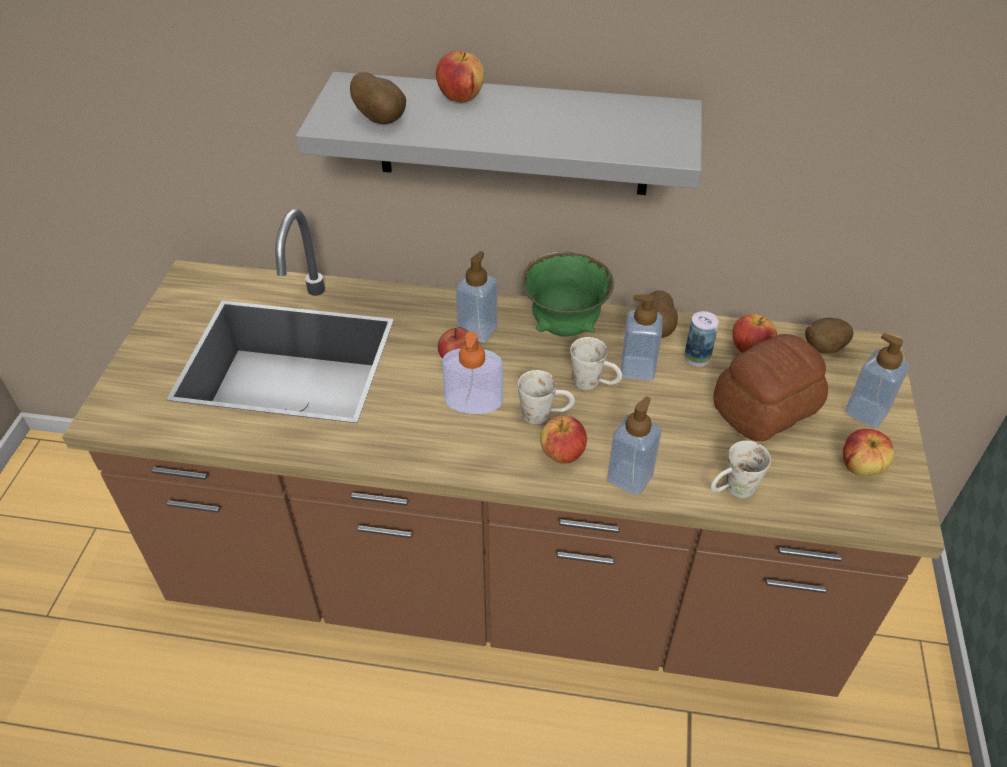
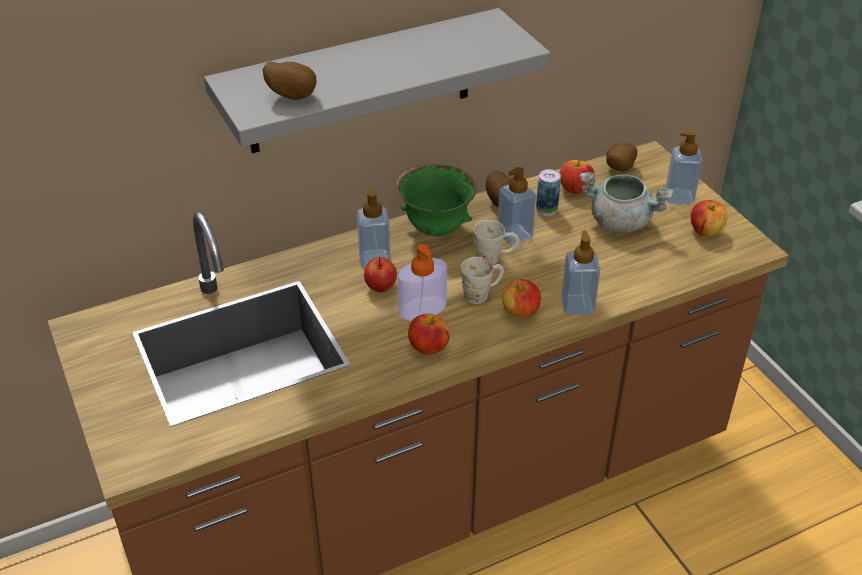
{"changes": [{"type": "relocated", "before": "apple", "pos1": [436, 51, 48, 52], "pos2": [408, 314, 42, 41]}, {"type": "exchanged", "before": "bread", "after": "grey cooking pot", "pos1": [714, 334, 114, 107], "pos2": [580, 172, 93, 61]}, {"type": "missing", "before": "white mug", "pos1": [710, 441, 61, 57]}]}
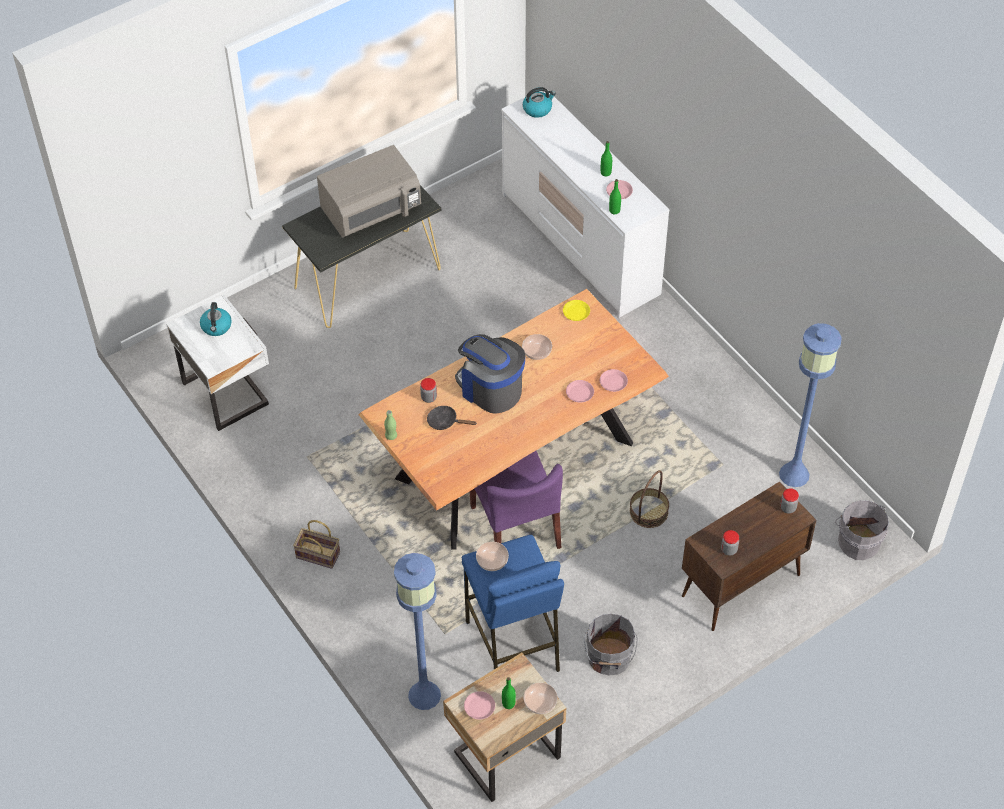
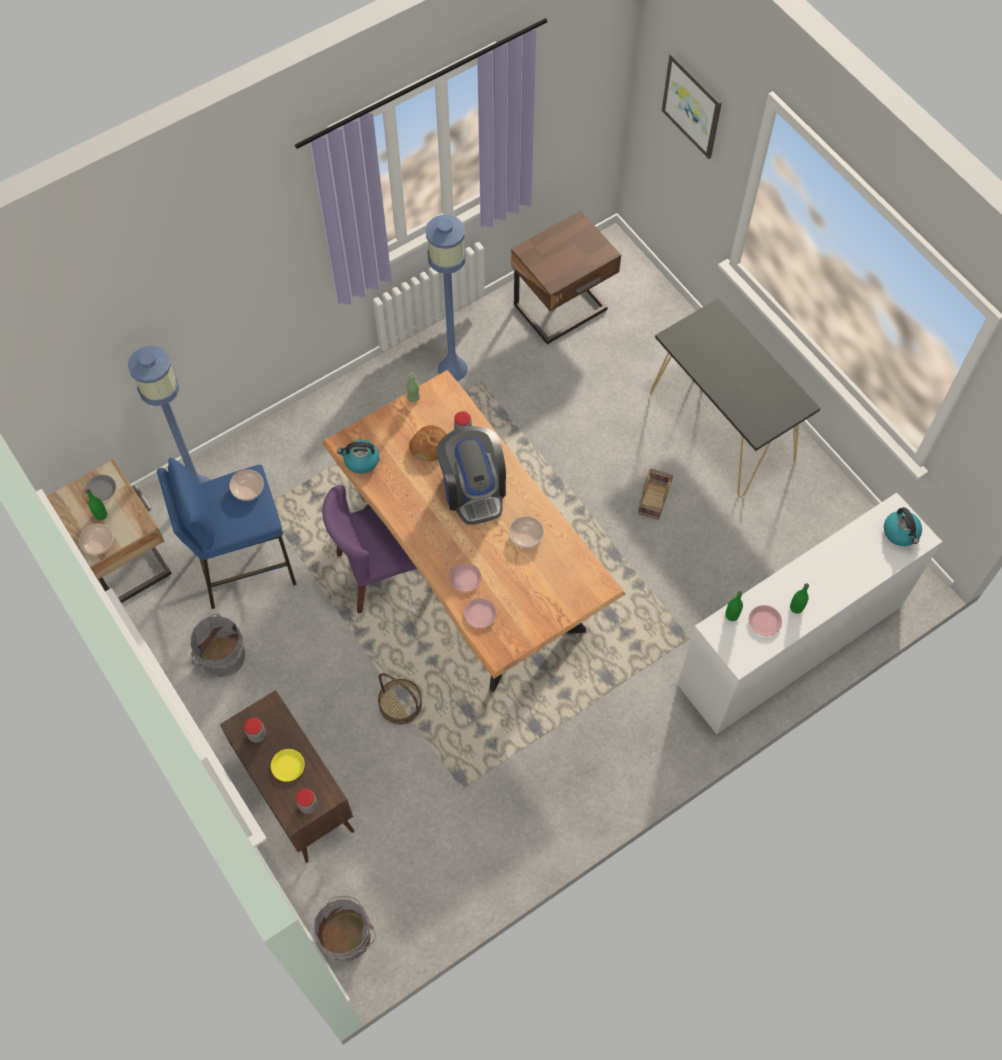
{"changes": [{"type": "missing", "before": "grey microwave", "pos1": [317, 145, 104, 93]}, {"type": "colour", "before": "white nightstand", "after": "brown nightstand", "pos1": [166, 295, 103, 136], "pos2": [511, 210, 110, 134]}, {"type": "relocated", "before": "yellow plate", "pos1": [563, 300, 27, 21], "pos2": [271, 749, 34, 33]}, {"type": "relocated", "before": "kettle", "pos1": [200, 302, 32, 34], "pos2": [337, 440, 43, 34]}, {"type": "relocated", "before": "blue floor lamp", "pos1": [779, 323, 63, 164], "pos2": [425, 215, 43, 166]}, {"type": "spun", "before": "coffee machine", "pos1": [455, 334, 70, 80], "pos2": [437, 426, 69, 99], "turn": 120}, {"type": "exchanged", "before": "black frying pan", "after": "bread", "pos1": [427, 406, 49, 24], "pos2": [409, 425, 38, 36]}, {"type": "relocated", "before": "basket", "pos1": [293, 520, 47, 49], "pos2": [638, 468, 35, 52]}, {"type": "colour", "before": "pink plate", "after": "grey plate", "pos1": [464, 691, 31, 29], "pos2": [85, 475, 31, 26]}, {"type": "appeared", "after": "picture", "pos2": [662, 53, 60, 106]}]}
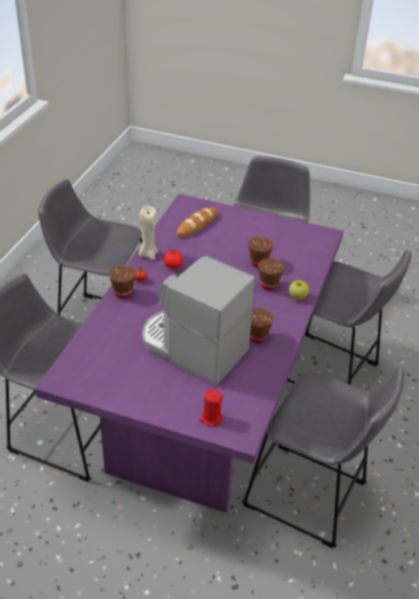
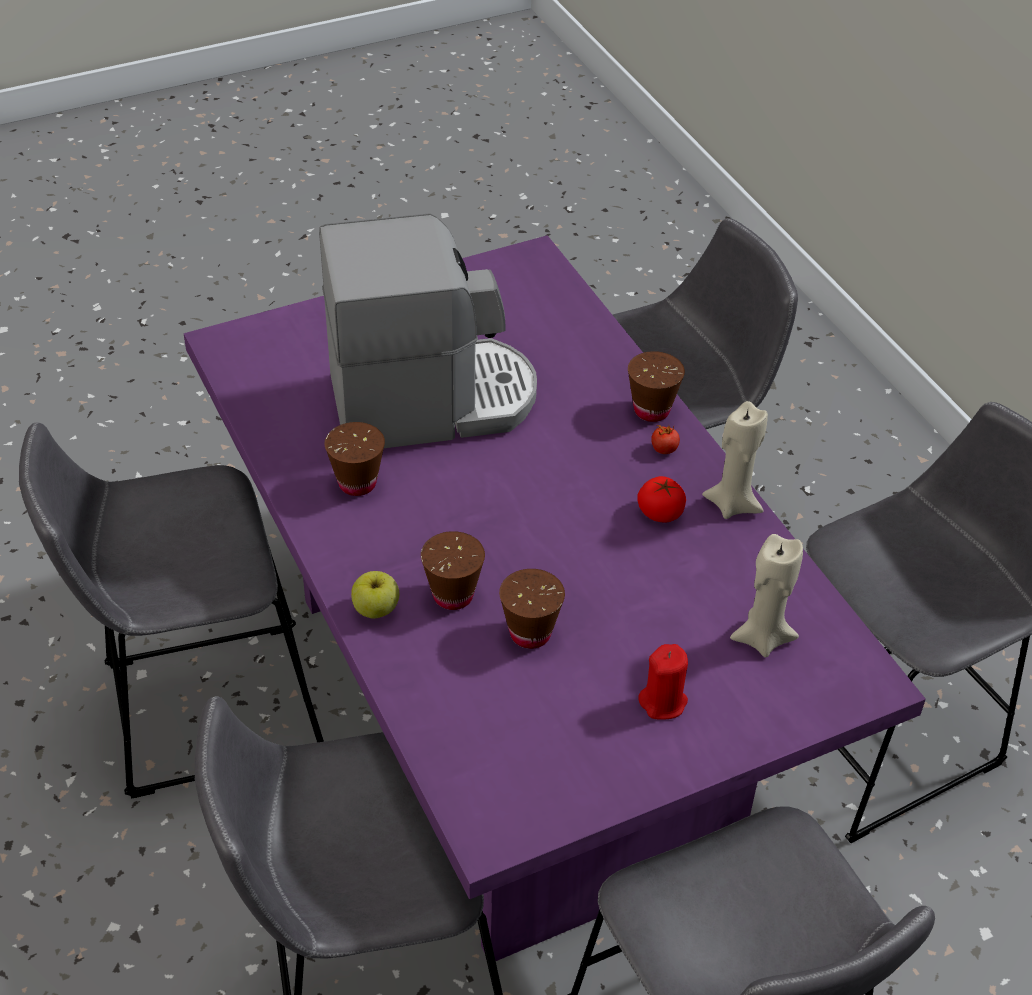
{"changes": [{"type": "exchanged", "before": "bread", "after": "beige candle", "pos1": [176, 207, 41, 30], "pos2": [730, 534, 73, 123]}, {"type": "relocated", "before": "red candle", "pos1": [200, 389, 23, 38], "pos2": [639, 644, 49, 76]}]}
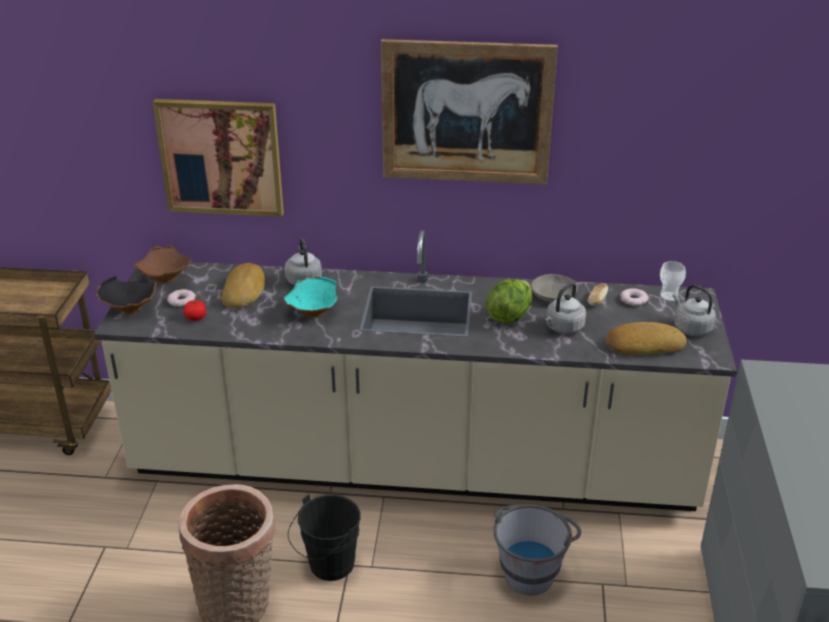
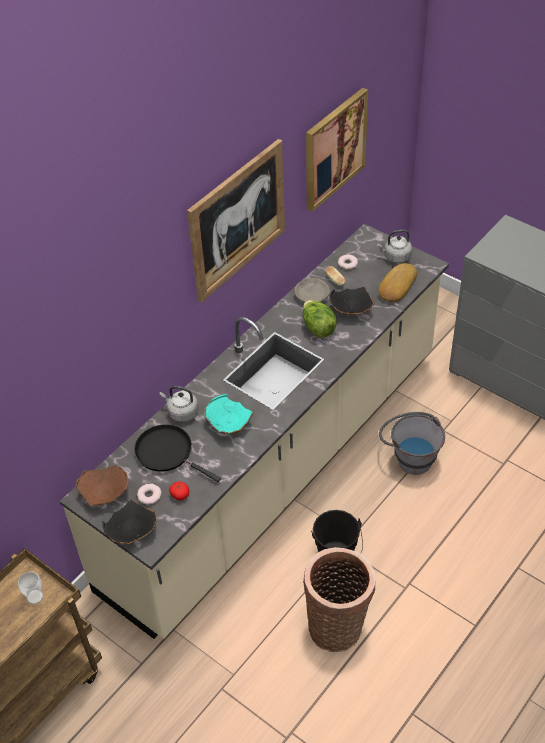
{"changes": [{"type": "relocated", "before": "picture", "pos1": [153, 99, 131, 118], "pos2": [306, 88, 62, 124]}, {"type": "relocated", "before": "cup", "pos1": [660, 261, 26, 40], "pos2": [18, 572, 25, 32]}, {"type": "exchanged", "before": "bread", "after": "black frying pan", "pos1": [221, 263, 44, 45], "pos2": [134, 424, 87, 58]}, {"type": "exchanged", "before": "grey kettle", "after": "black bowl", "pos1": [545, 282, 41, 52], "pos2": [330, 287, 45, 28]}]}
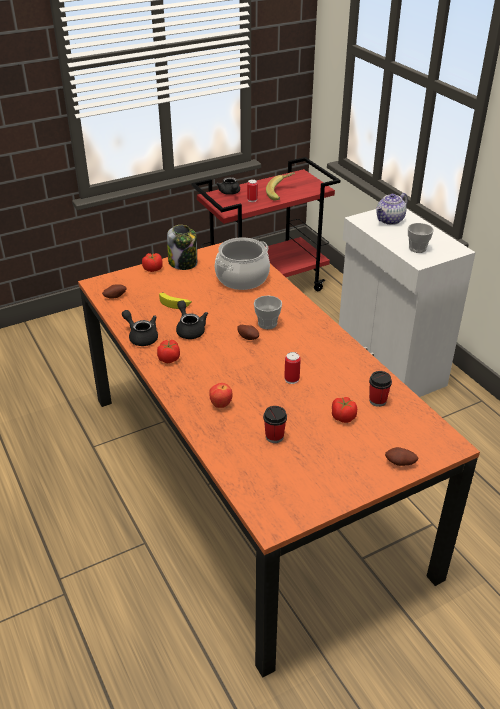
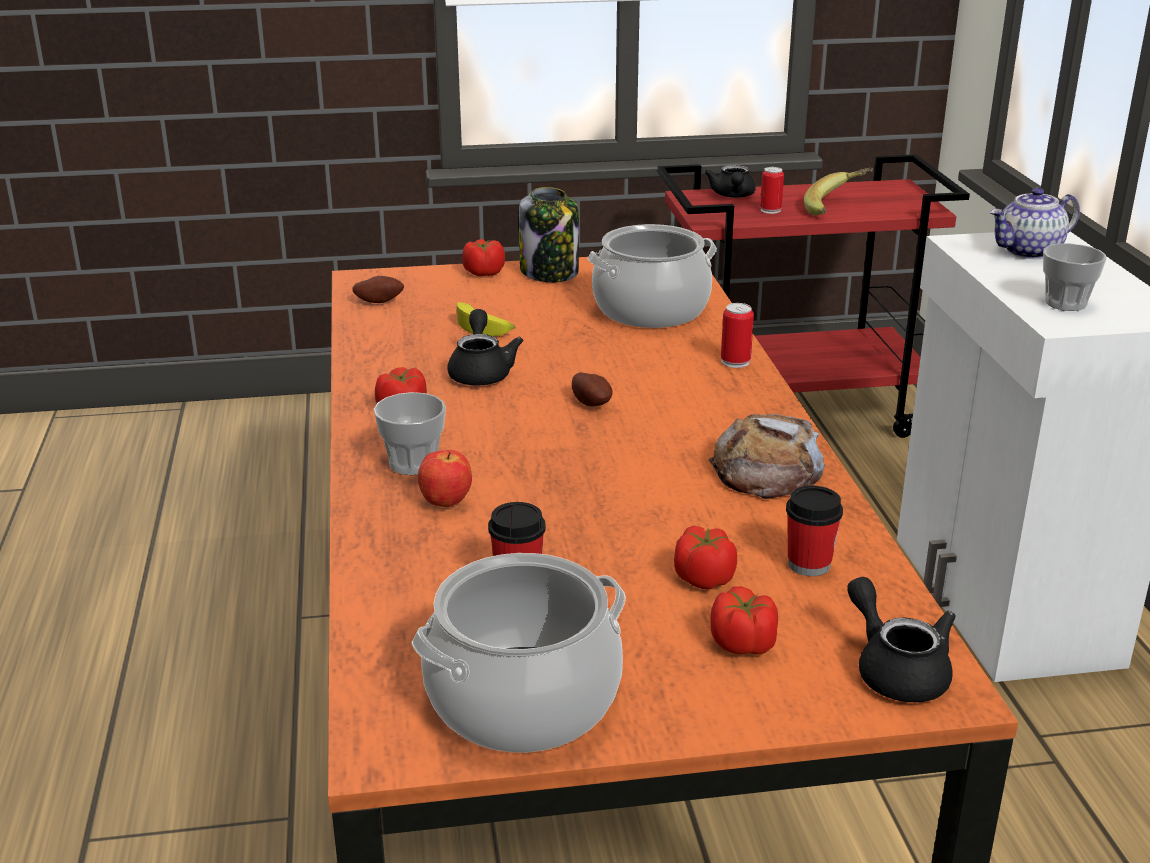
{"changes": [{"type": "relocated", "before": "cup", "pos1": [254, 295, 28, 34], "pos2": [373, 392, 73, 83]}, {"type": "relocated", "before": "black teapot", "pos1": [122, 310, 36, 36], "pos2": [848, 577, 108, 125]}, {"type": "relocated", "before": "can", "pos1": [284, 352, 17, 32], "pos2": [721, 303, 33, 65]}, {"type": "missing", "before": "potato", "pos1": [385, 447, 33, 19]}, {"type": "appeared", "after": "bread", "pos2": [708, 414, 117, 85]}, {"type": "appeared", "after": "cooking pot", "pos2": [412, 553, 214, 200]}, {"type": "appeared", "after": "tomato", "pos2": [710, 586, 68, 69]}]}
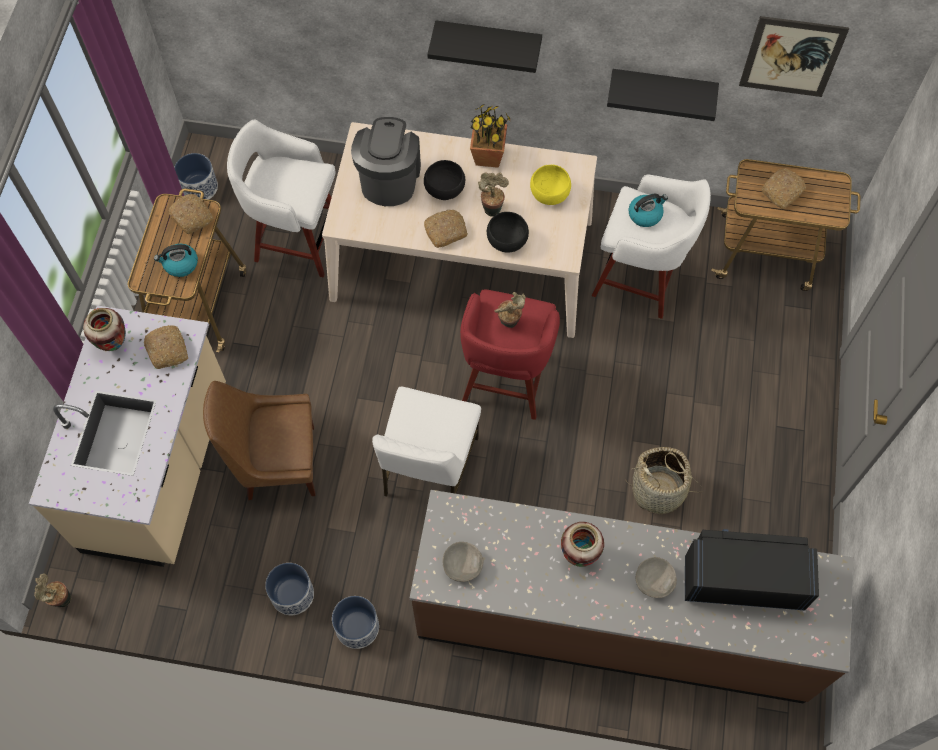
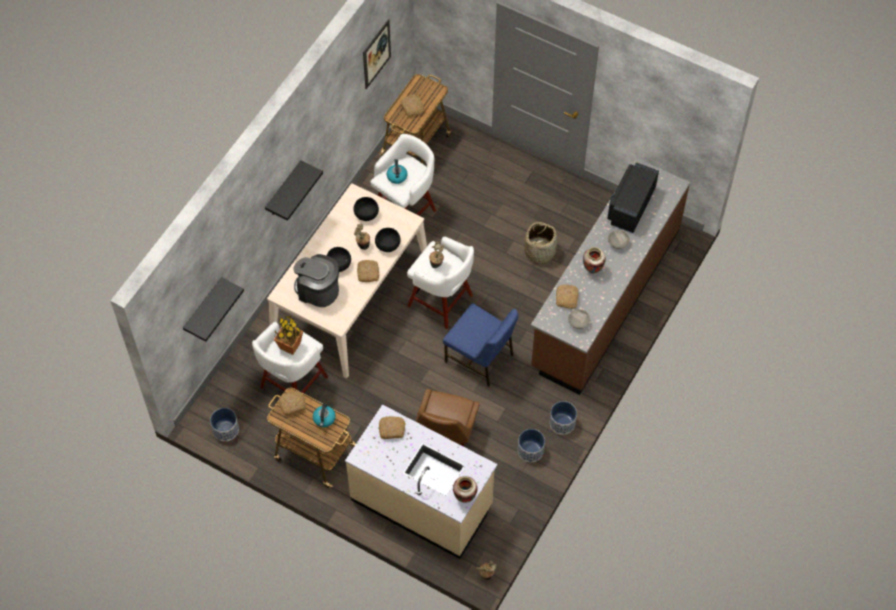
{"changes": [{"type": "relocated", "before": "black shelf", "pos1": [607, 69, 112, 52], "pos2": [183, 277, 61, 64]}, {"type": "relocated", "before": "potted plant", "pos1": [470, 105, 42, 63], "pos2": [274, 316, 29, 39]}, {"type": "colour", "before": "yellow bowl", "after": "black bowl", "pos1": [530, 165, 41, 40], "pos2": [354, 197, 25, 24]}, {"type": "colour", "before": "red stool", "after": "white stool", "pos1": [460, 289, 100, 131], "pos2": [407, 237, 67, 92]}, {"type": "relocated", "before": "vase", "pos1": [83, 308, 43, 43], "pos2": [453, 476, 25, 27]}, {"type": "colour", "before": "white chair", "after": "blue chair", "pos1": [372, 387, 109, 110], "pos2": [443, 303, 76, 84]}, {"type": "appeared", "after": "bread", "pos2": [556, 285, 23, 24]}]}
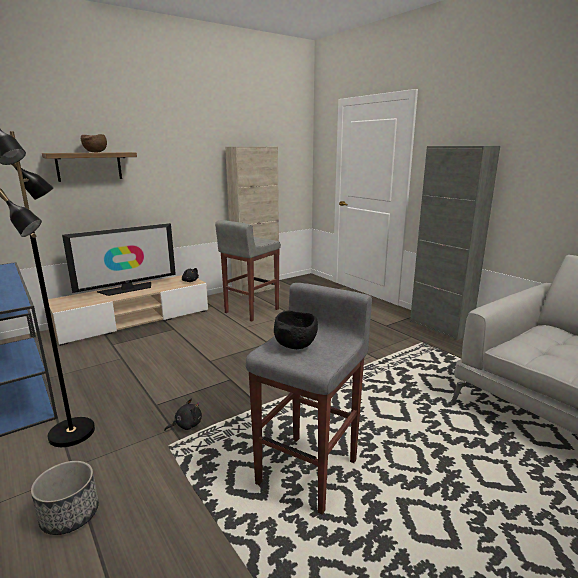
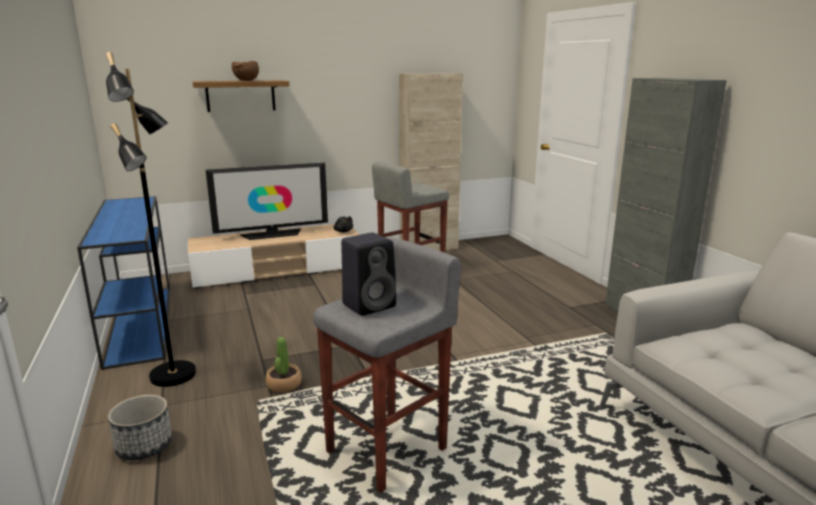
{"changes": [{"type": "exchanged", "before": "black bowl", "after": "black speaker", "pos1": [274, 310, 44, 39], "pos2": [341, 233, 55, 83]}, {"type": "exchanged", "before": "black plush toy", "after": "potted plant", "pos1": [164, 398, 38, 33], "pos2": [265, 337, 37, 55]}]}
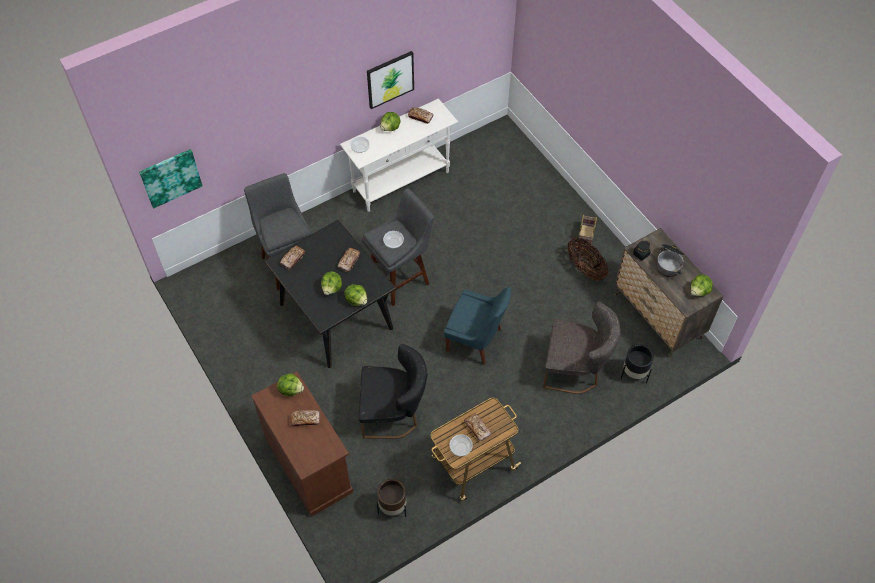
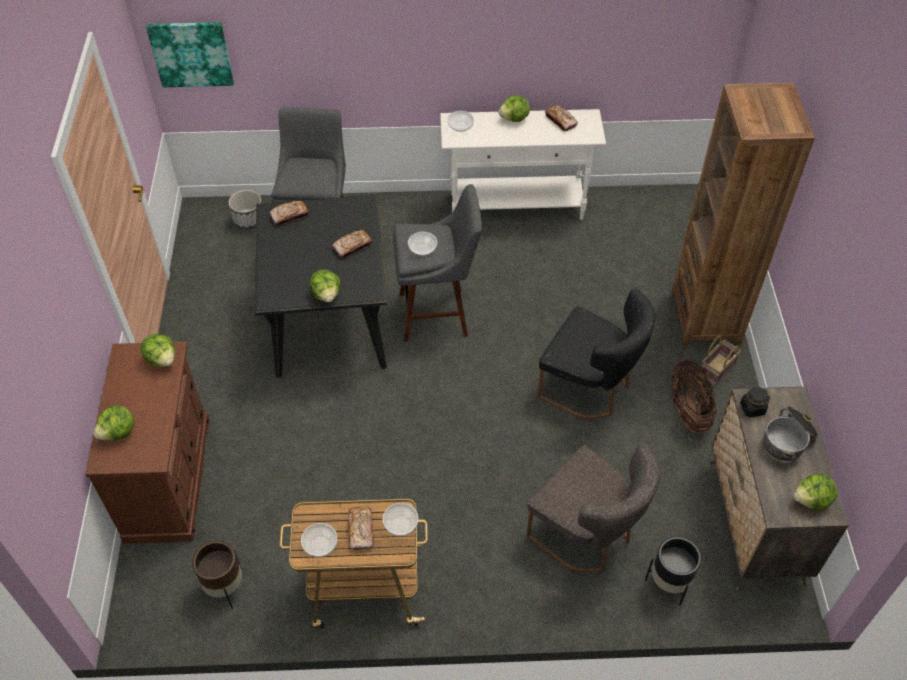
{"changes": [{"type": "missing", "before": "picture", "pos1": [367, 51, 47, 58]}, {"type": "relocated", "before": "lettuce", "pos1": [321, 272, 21, 23], "pos2": [93, 405, 41, 36]}, {"type": "missing", "before": "blue chair", "pos1": [444, 287, 67, 78]}, {"type": "relocated", "before": "black chair", "pos1": [359, 344, 69, 95], "pos2": [537, 288, 118, 131]}, {"type": "missing", "before": "bread", "pos1": [290, 410, 30, 16]}, {"type": "appeared", "after": "brown bookcase", "pos2": [671, 82, 144, 264]}, {"type": "appeared", "after": "planter", "pos2": [229, 190, 33, 39]}, {"type": "appeared", "after": "bowl", "pos2": [383, 503, 35, 33]}]}
